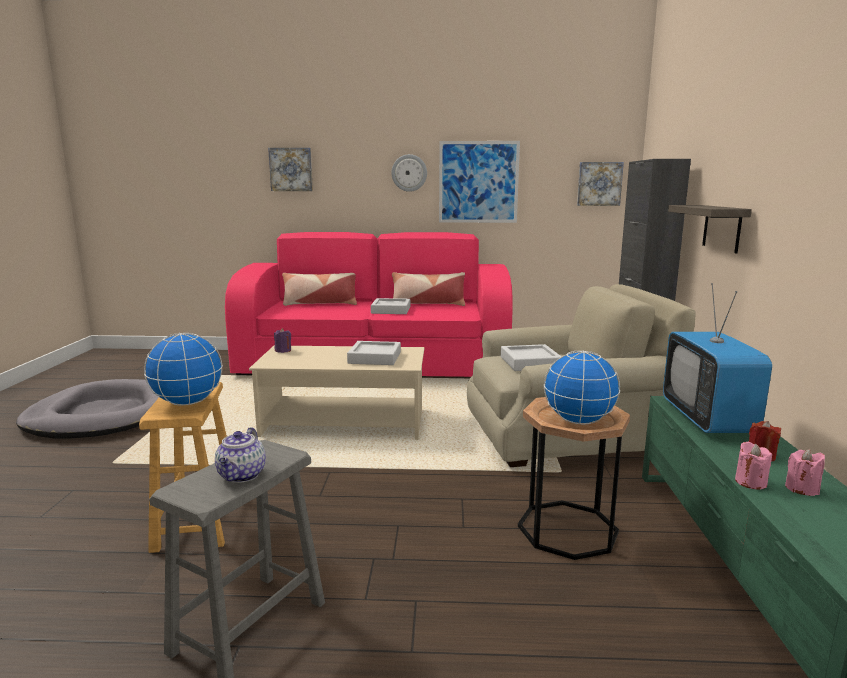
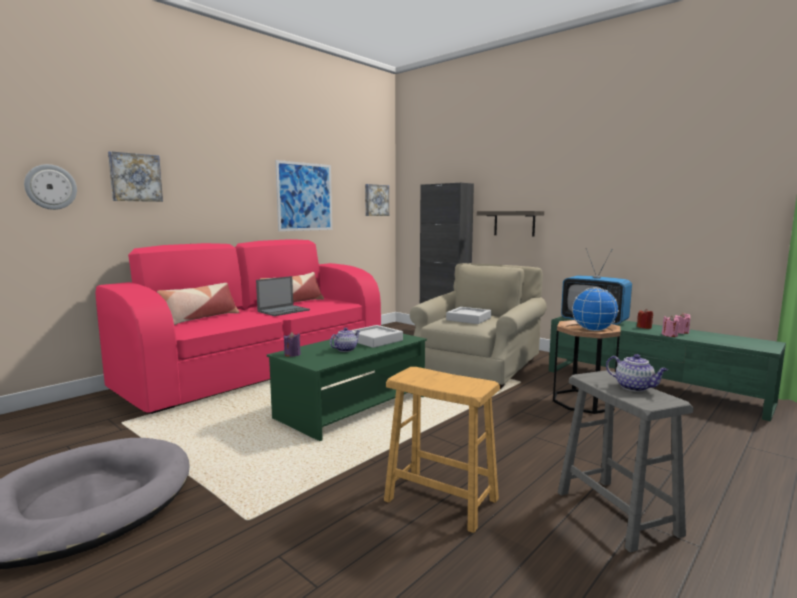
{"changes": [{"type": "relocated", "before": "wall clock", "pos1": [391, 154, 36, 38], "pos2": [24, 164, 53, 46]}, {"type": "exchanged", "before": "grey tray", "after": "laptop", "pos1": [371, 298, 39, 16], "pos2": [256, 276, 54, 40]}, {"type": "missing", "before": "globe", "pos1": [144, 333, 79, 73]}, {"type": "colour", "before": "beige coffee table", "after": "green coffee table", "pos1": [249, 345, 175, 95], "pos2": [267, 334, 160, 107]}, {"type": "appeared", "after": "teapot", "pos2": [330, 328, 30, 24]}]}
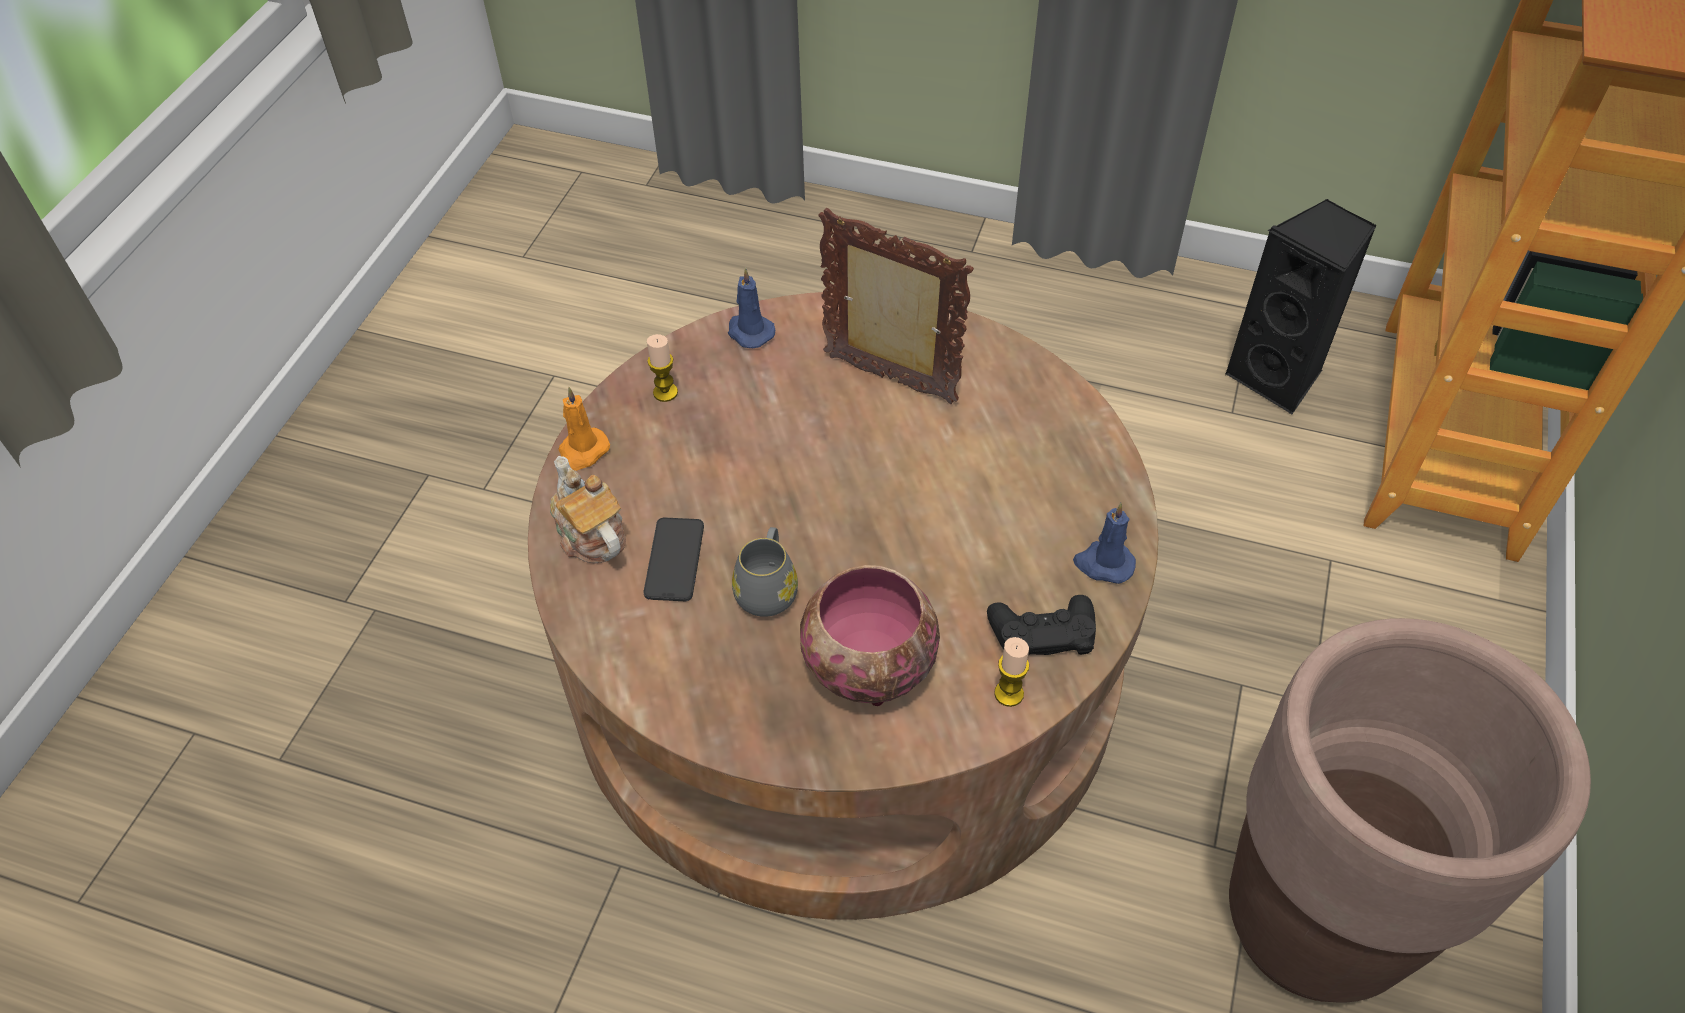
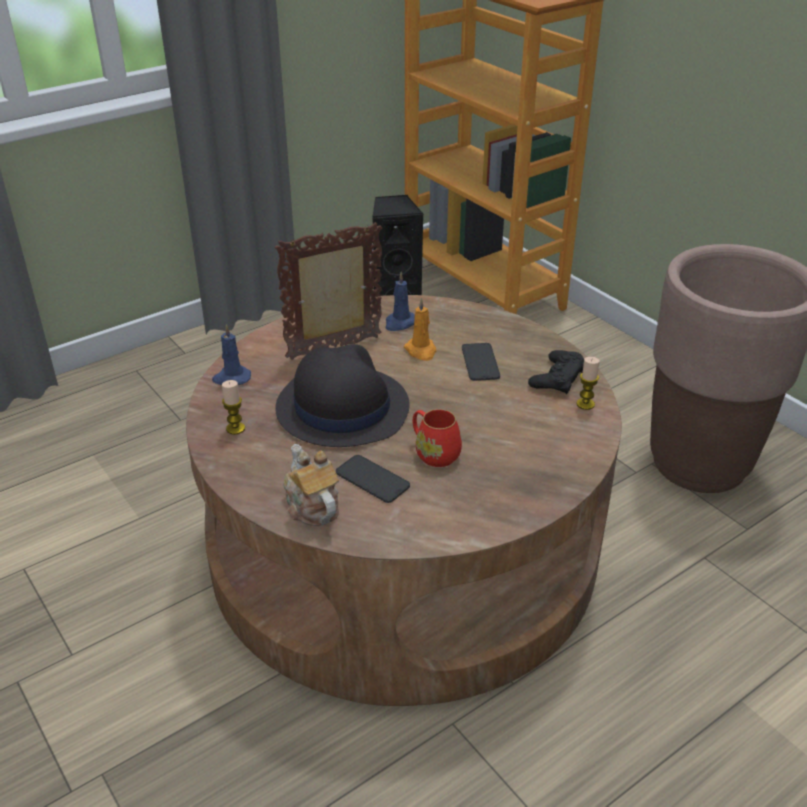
{"changes": [{"type": "relocated", "before": "orange candle", "pos1": [558, 387, 52, 84], "pos2": [404, 297, 33, 64]}, {"type": "spun", "before": "teapot", "pos1": [550, 456, 76, 108], "pos2": [284, 444, 55, 82], "turn": 60}, {"type": "relocated", "before": "blue candle", "pos1": [1073, 503, 63, 81], "pos2": [385, 272, 30, 59]}, {"type": "colour", "before": "grey mug", "after": "red mug", "pos1": [732, 527, 66, 90], "pos2": [413, 409, 49, 58]}, {"type": "missing", "before": "bowl", "pos1": [800, 565, 140, 141]}, {"type": "appeared", "after": "phone", "pos2": [462, 343, 38, 38]}, {"type": "appeared", "after": "black hat", "pos2": [275, 344, 135, 103]}]}
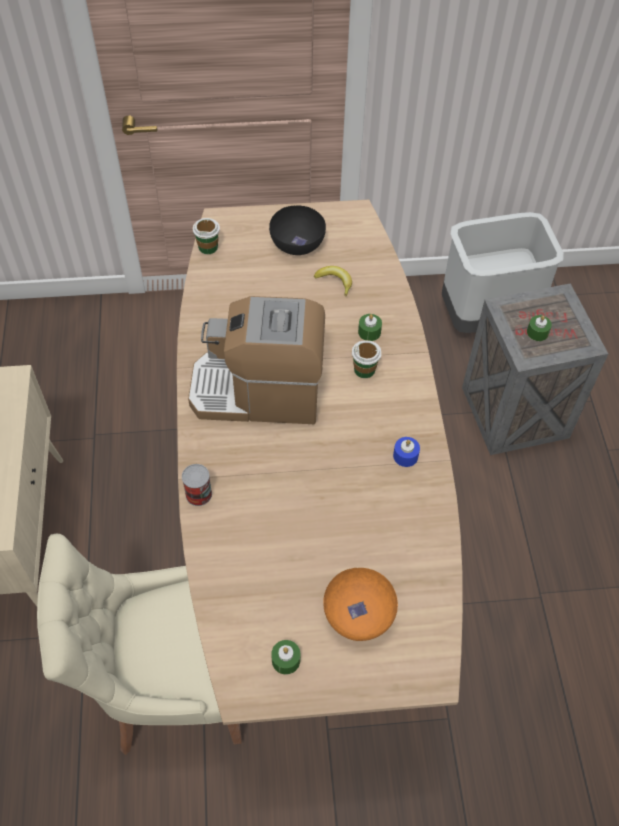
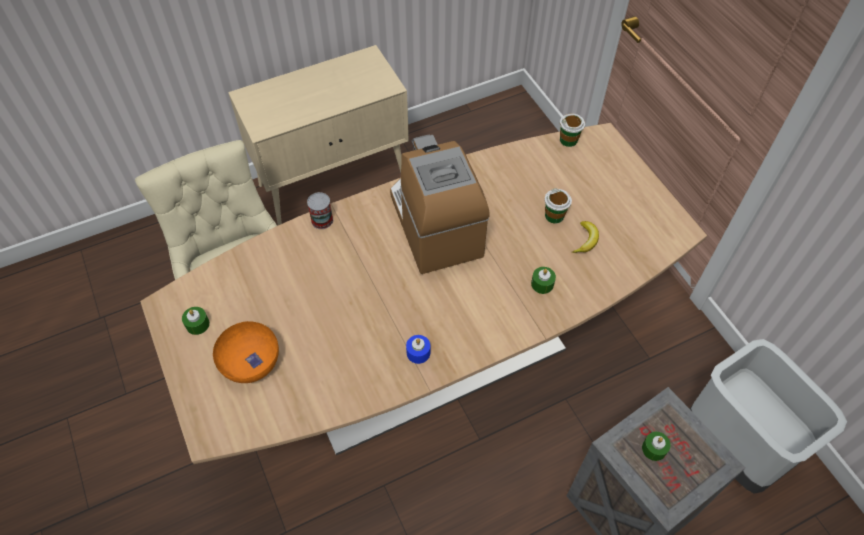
{"changes": [{"type": "missing", "before": "black bowl", "pos1": [269, 205, 57, 50]}, {"type": "relocated", "before": "cup", "pos1": [352, 340, 30, 38], "pos2": [544, 188, 28, 36]}]}
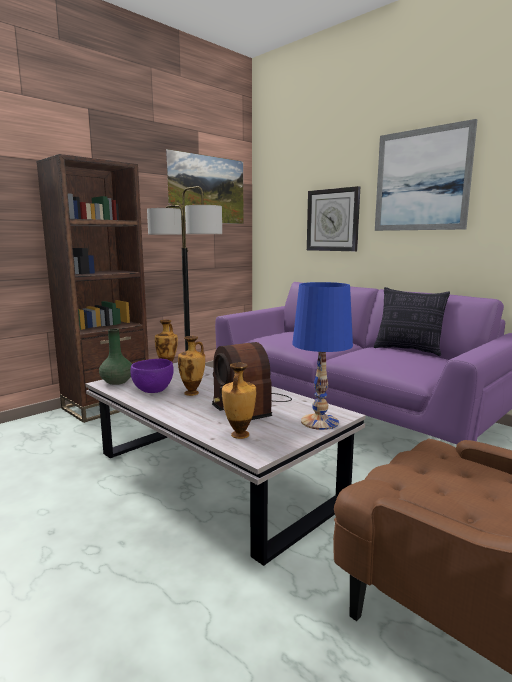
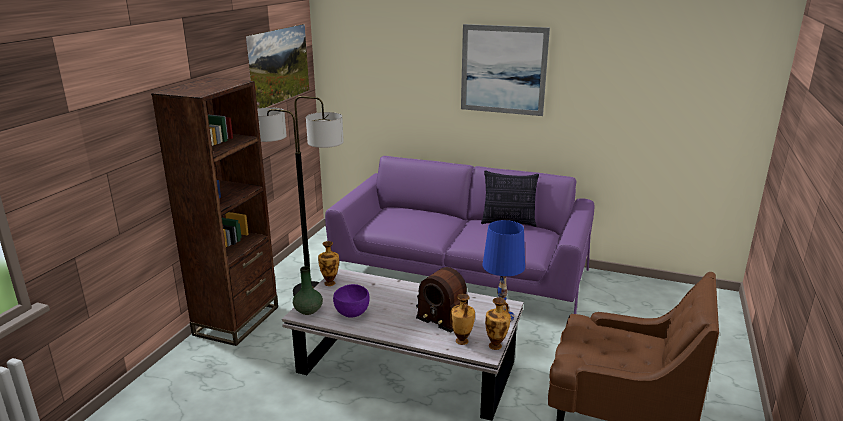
{"changes": [{"type": "missing", "before": "wall clock", "pos1": [307, 186, 53, 65]}, {"type": "relocated", "before": "vase", "pos1": [178, 336, 27, 60], "pos2": [485, 298, 26, 52]}]}
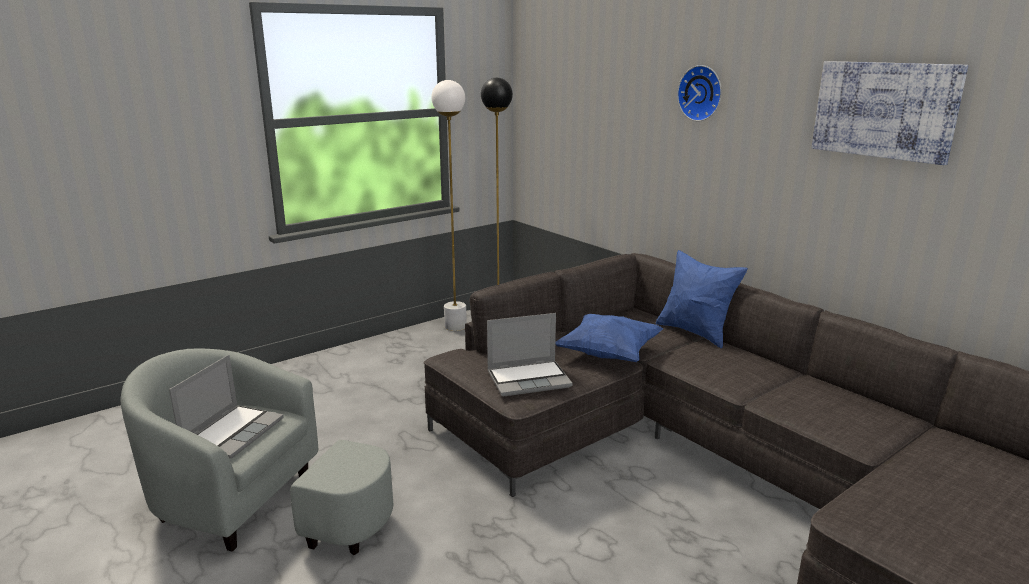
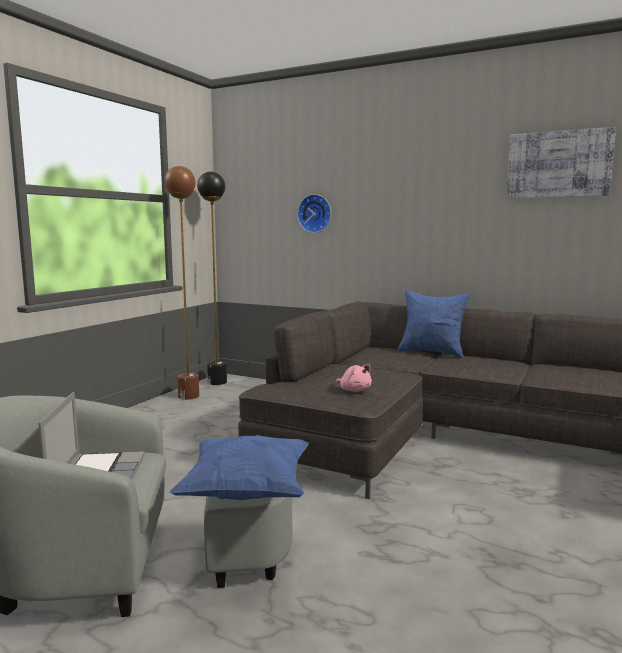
{"changes": [{"type": "relocated", "before": "wall clock", "pos1": [677, 65, 45, 56], "pos2": [297, 194, 34, 39]}, {"type": "colour", "before": "white floor lamp", "after": "brown floor lamp", "pos1": [431, 80, 36, 251], "pos2": [164, 166, 35, 234]}, {"type": "exchanged", "before": "laptop", "after": "pink plush toy", "pos1": [487, 313, 86, 84], "pos2": [336, 364, 36, 28]}, {"type": "relocated", "before": "blue pillow", "pos1": [555, 314, 109, 48], "pos2": [169, 435, 140, 65]}]}
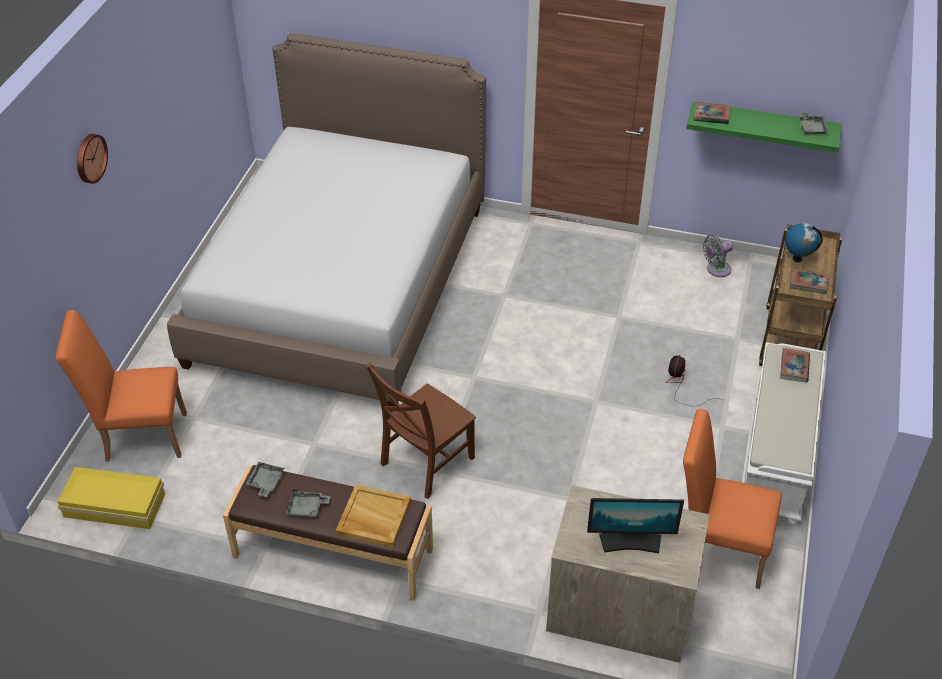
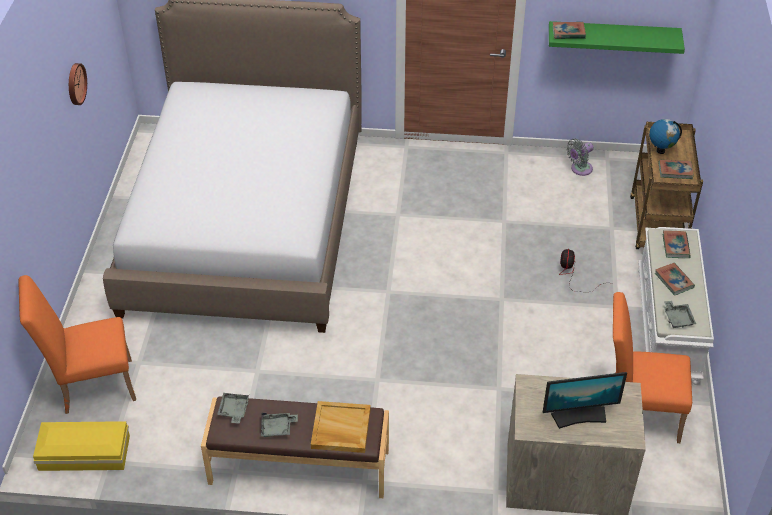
{"changes": [{"type": "relocated", "before": "grey tray", "pos1": [799, 112, 29, 23], "pos2": [664, 301, 32, 27]}, {"type": "relocated", "before": "wall clock", "pos1": [77, 134, 31, 50], "pos2": [69, 63, 18, 42]}, {"type": "missing", "before": "brown chair", "pos1": [365, 363, 111, 136]}, {"type": "appeared", "after": "book", "pos2": [655, 263, 40, 33]}]}
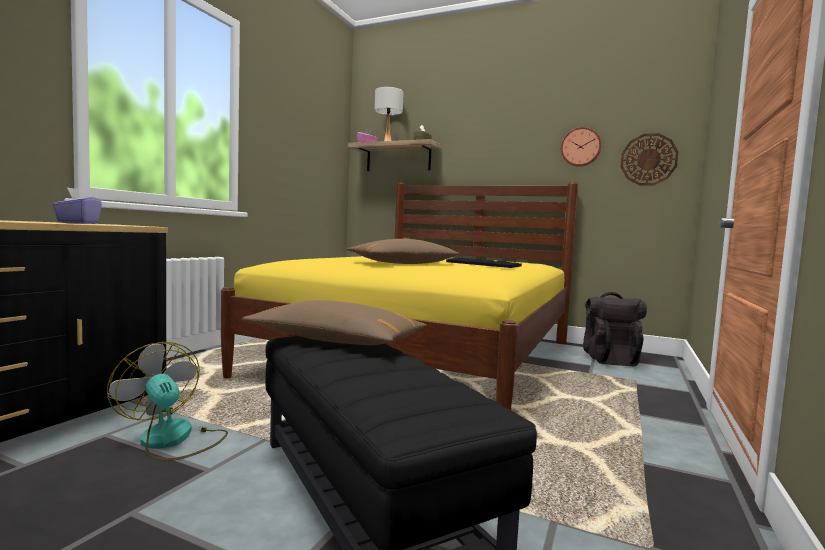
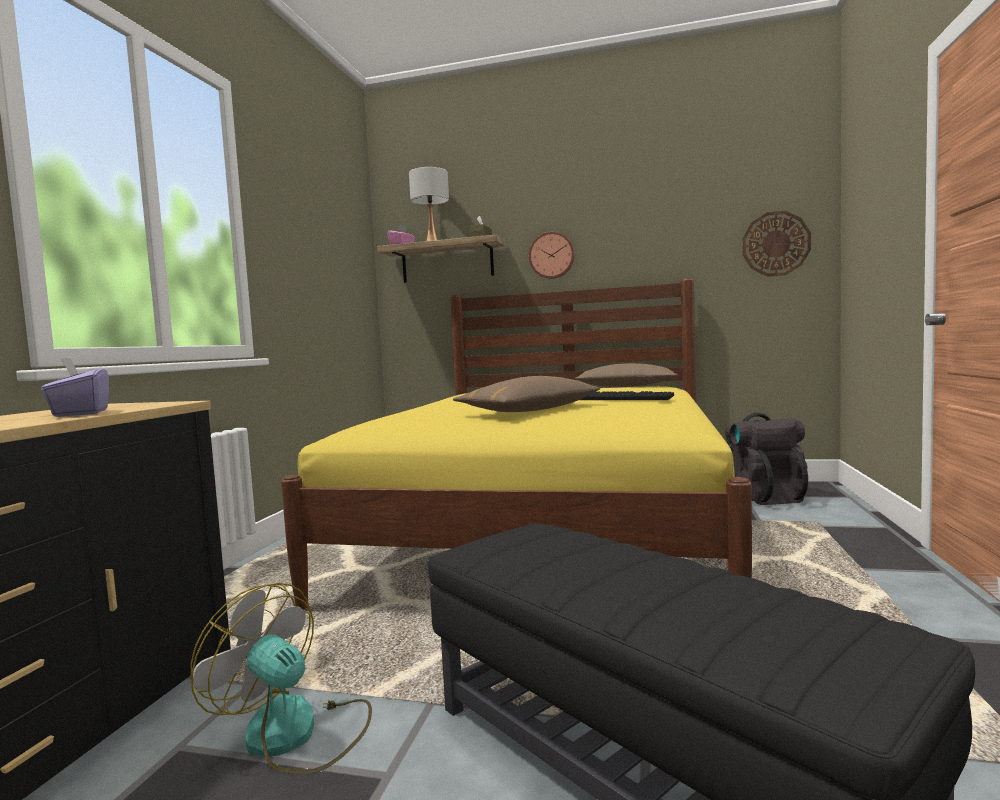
{"changes": [{"type": "relocated", "before": "wall clock", "pos1": [561, 127, 40, 40], "pos2": [529, 232, 46, 47]}, {"type": "relocated", "before": "brown pillow", "pos1": [242, 300, 184, 45], "pos2": [575, 363, 103, 24]}]}
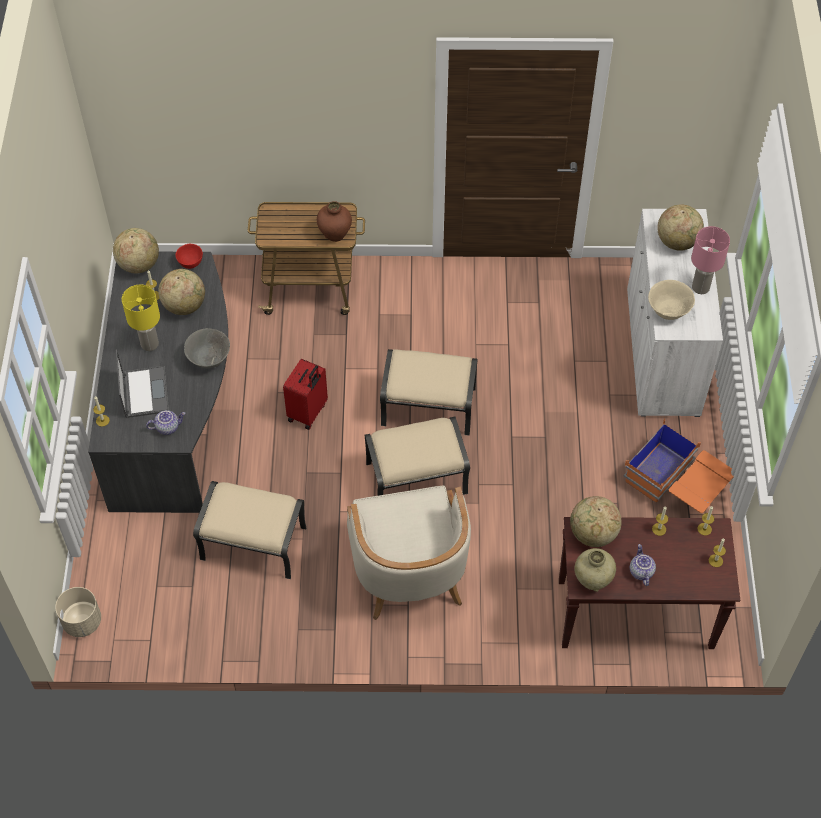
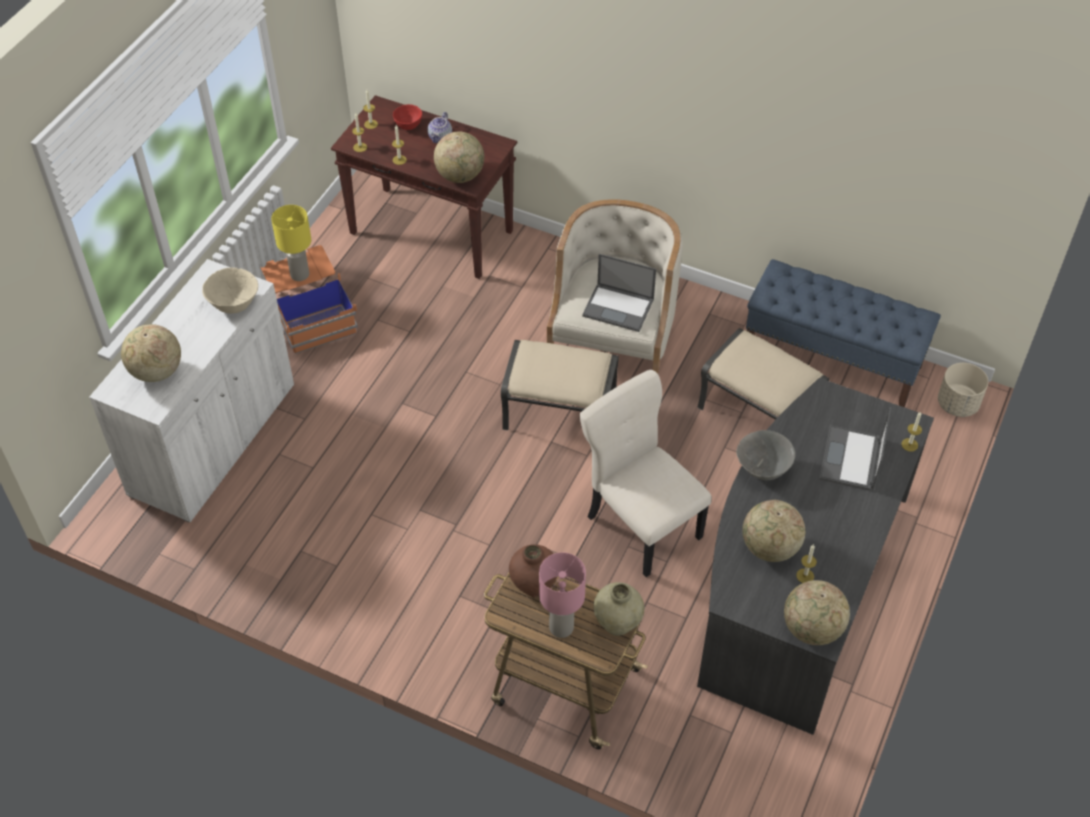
{"changes": [{"type": "relocated", "before": "pink table lamp", "pos1": [691, 226, 39, 68], "pos2": [539, 552, 47, 86]}, {"type": "relocated", "before": "red bowl", "pos1": [175, 244, 28, 25], "pos2": [393, 104, 29, 26]}, {"type": "relocated", "before": "yellow table lamp", "pos1": [122, 285, 38, 66], "pos2": [271, 205, 40, 76]}, {"type": "missing", "before": "beige ottoman", "pos1": [380, 349, 98, 87]}, {"type": "exchanged", "before": "red suitcase", "after": "beige chair", "pos1": [283, 359, 45, 71], "pos2": [580, 370, 132, 207]}, {"type": "missing", "before": "teapot", "pos1": [146, 410, 40, 25]}, {"type": "relocated", "before": "beige vase", "pos1": [574, 548, 42, 44], "pos2": [594, 582, 50, 54]}, {"type": "appeared", "after": "laptop", "pos2": [582, 254, 74, 78]}, {"type": "appeared", "after": "blue bench", "pos2": [746, 259, 195, 148]}]}
